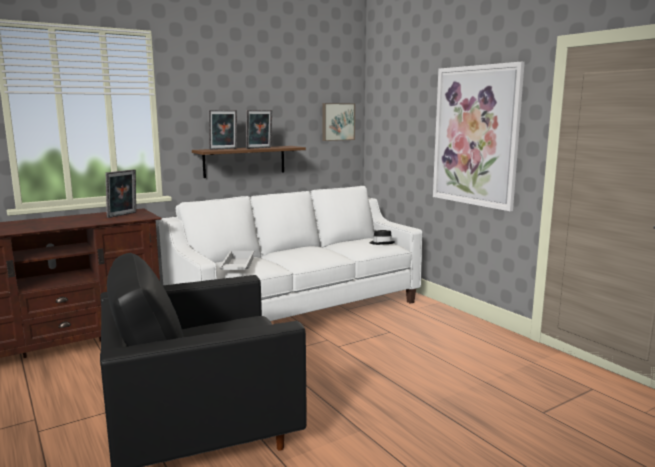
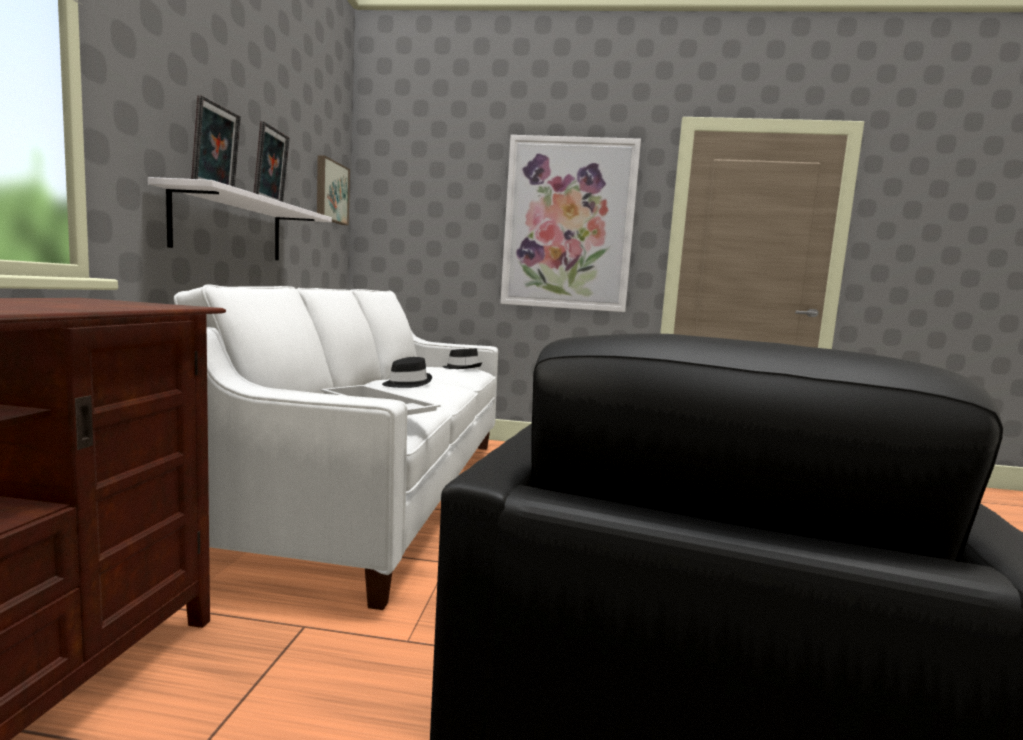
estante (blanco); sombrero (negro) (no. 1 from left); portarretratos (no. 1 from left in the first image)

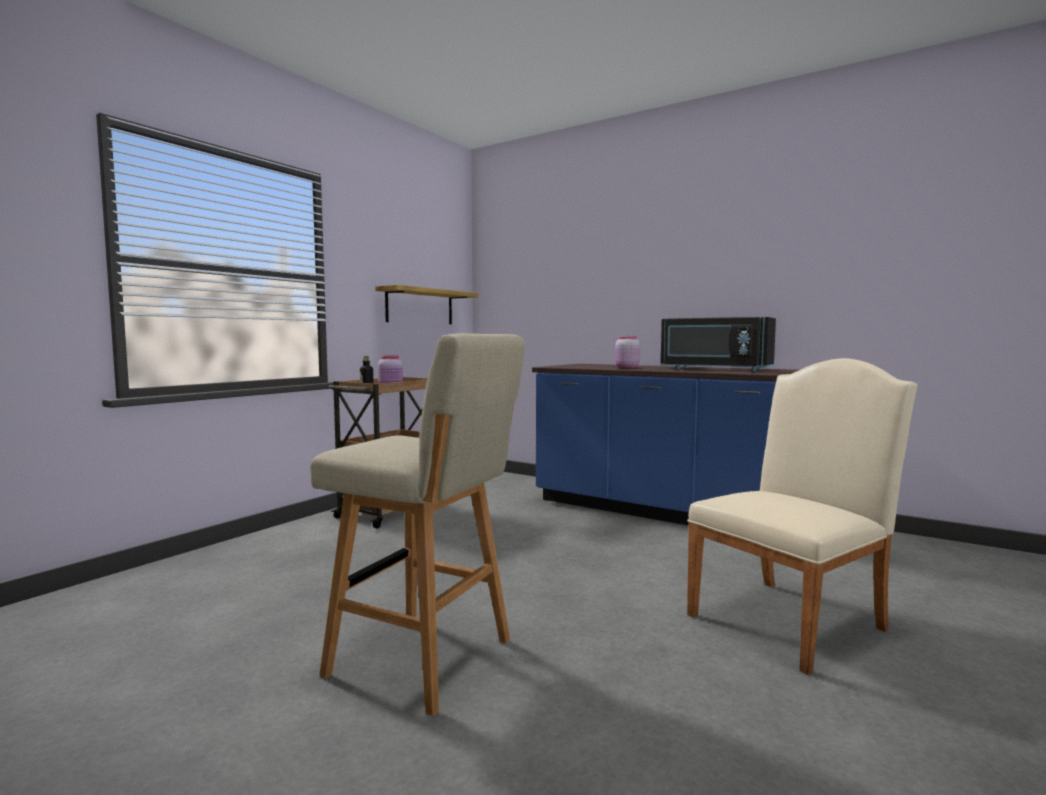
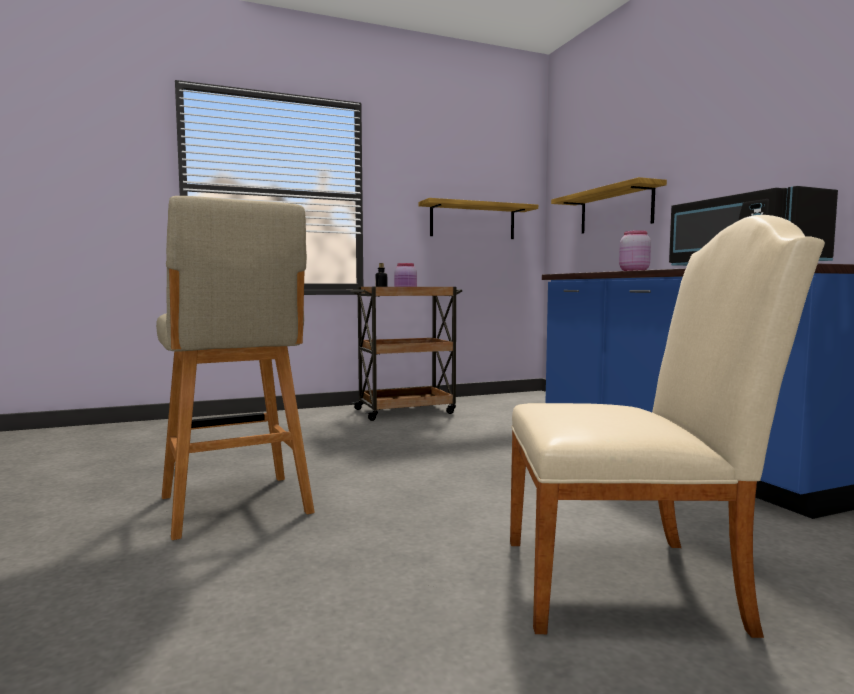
estante (no. 2 from left)

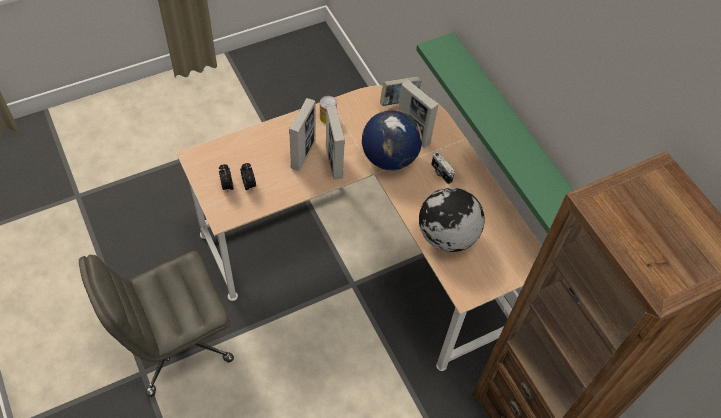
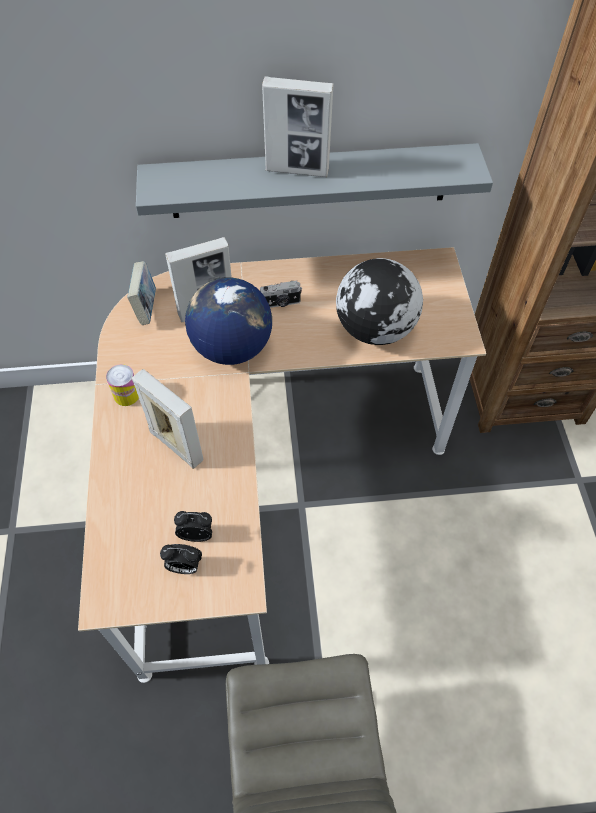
estante (gris); portarretratos (no. 3 from left)

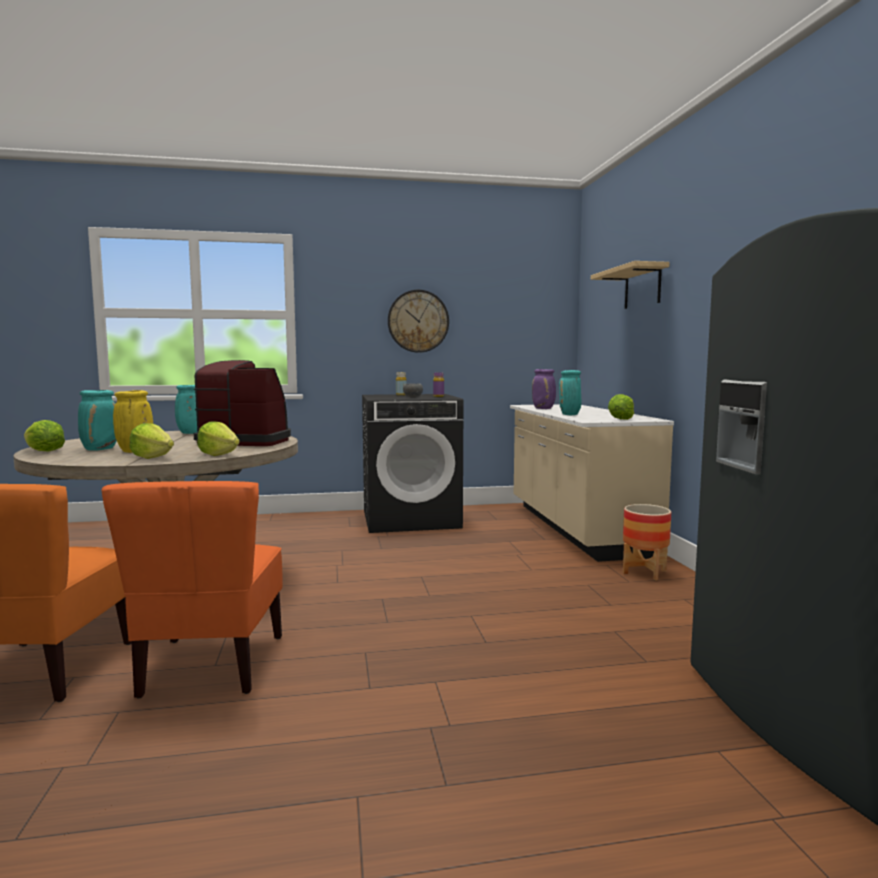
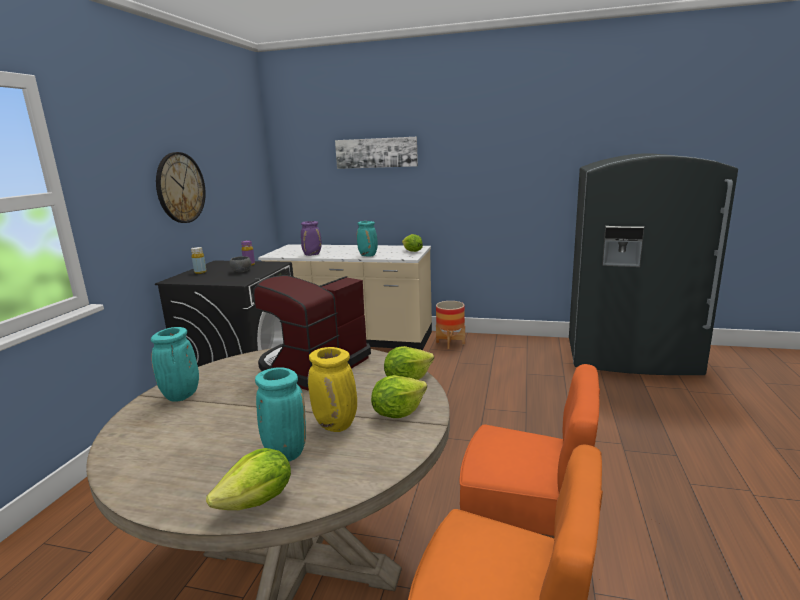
cuadro

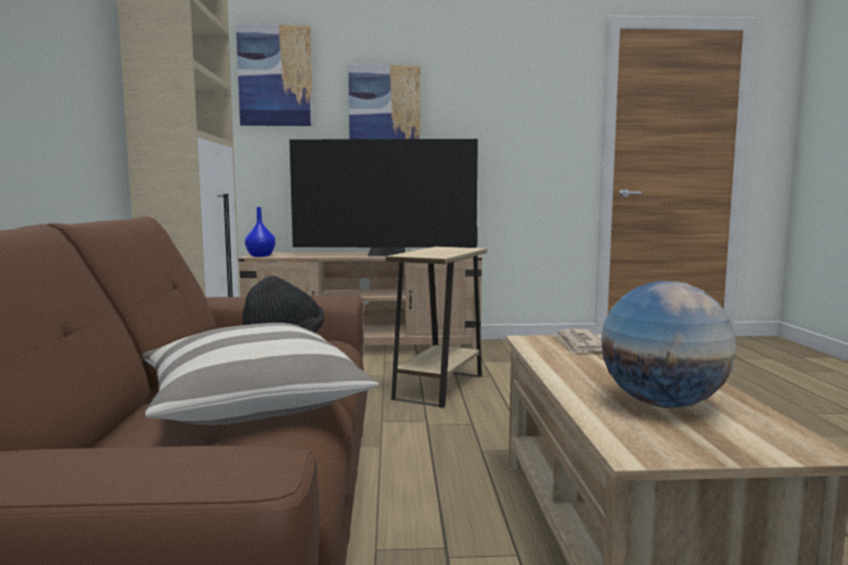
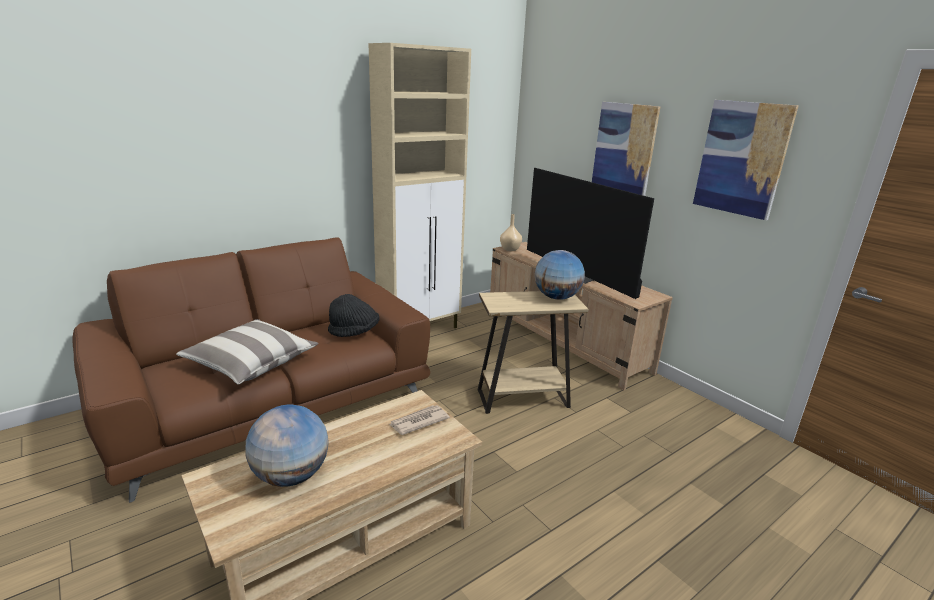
florero (beis); globo terráqueo (no. 2 from left); cuadro (no. 2 from left)

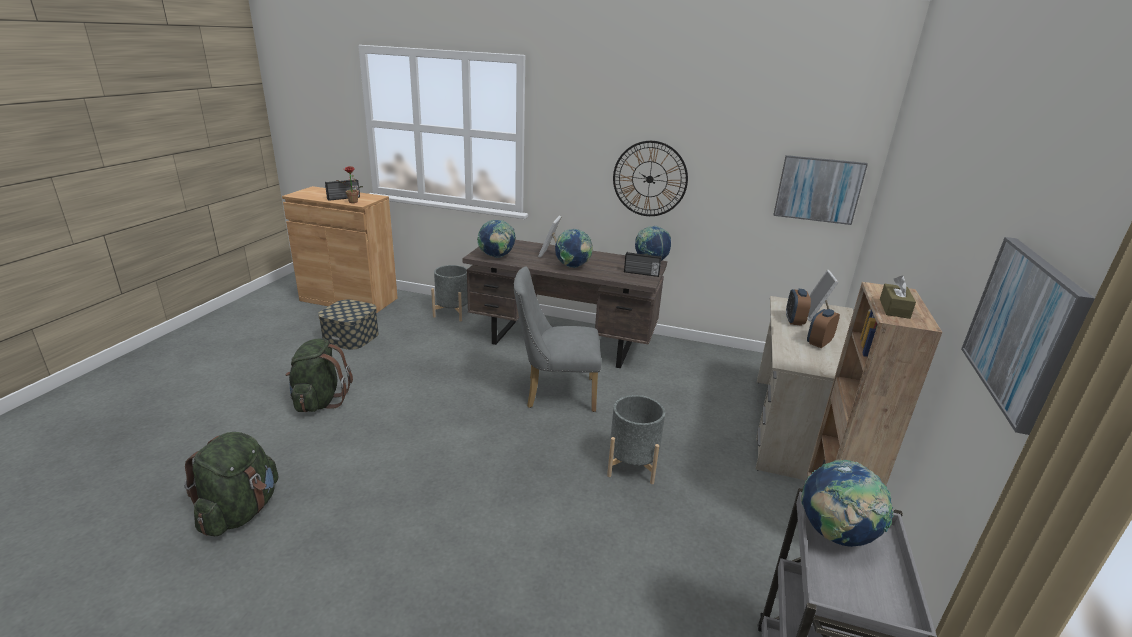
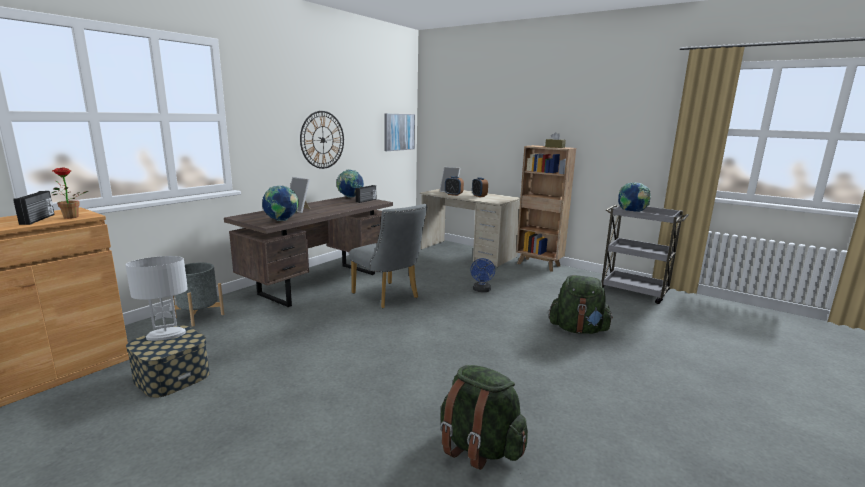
lámpara de mesa (blanco); silla (gris); ventilador (azul); mochila (verde) (no. 2 from left); globo terráqueo (no. 2 from left in the first image); cuadro (no. 2 from left in the first image)

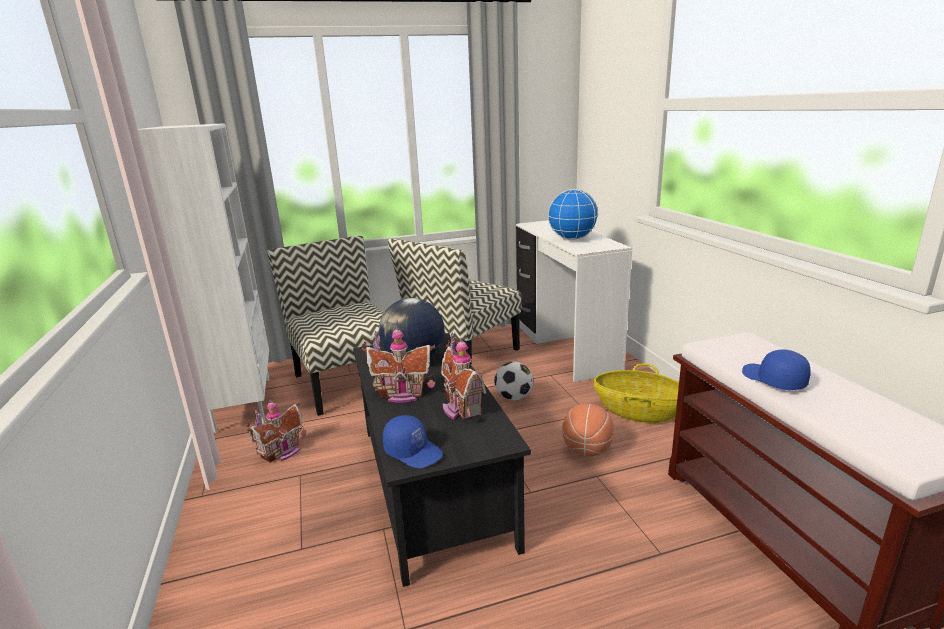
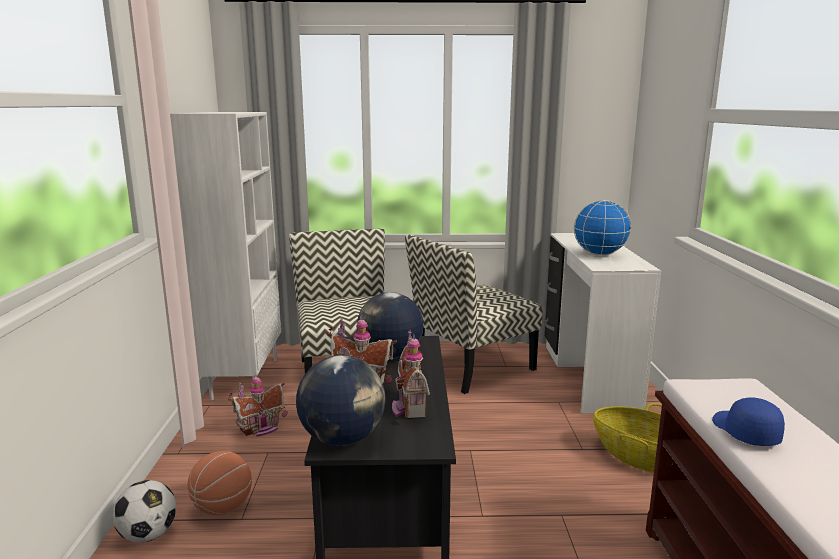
balón de fútbol; balón de baloncesto; globo terráqueo (no. 1 from left)

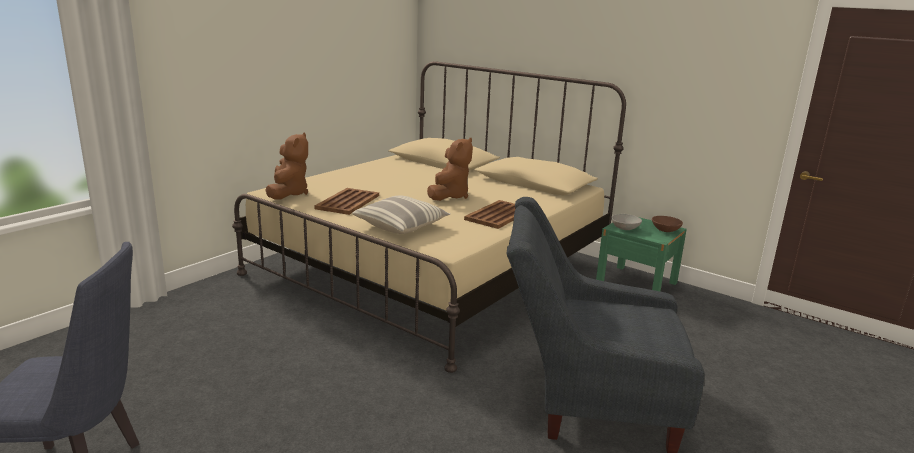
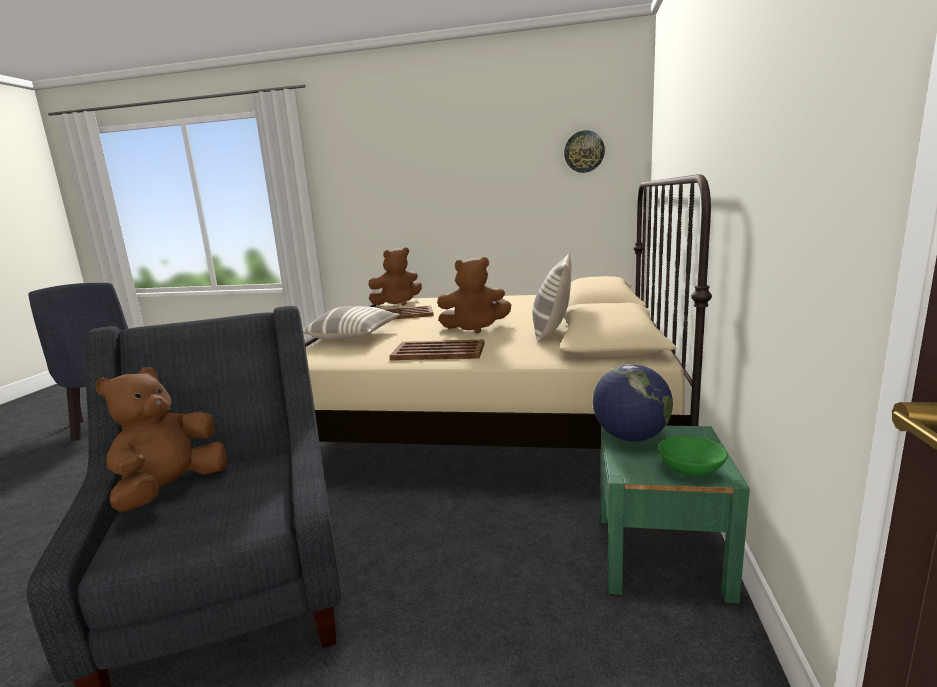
peluche (marrón) (no. 1 from left); cojín (no. 2 from left); reloj de pared; globo terráqueo; cuenco (verde)

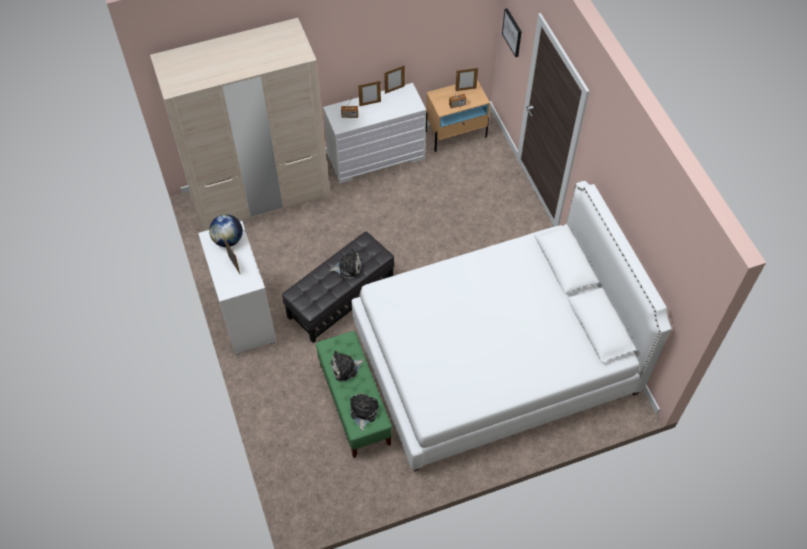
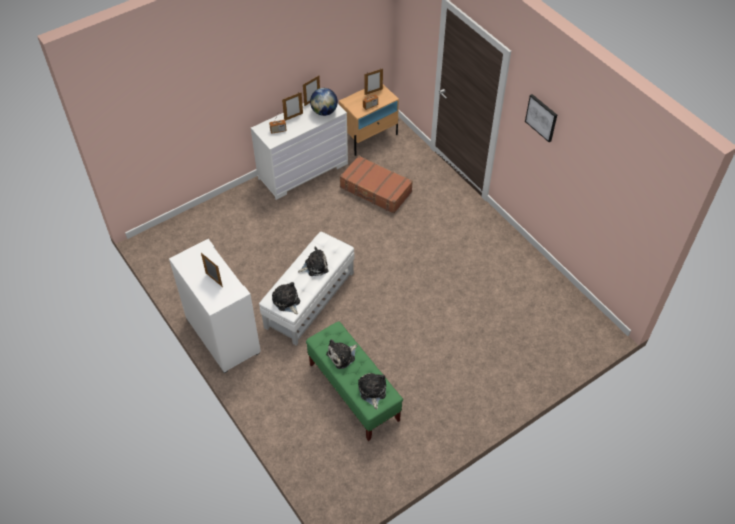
puf (blanco); peluche (no. 1 from left); globo terráqueo; maleta (marrón); cuadro; armario ropero (beis); cama (blanco)

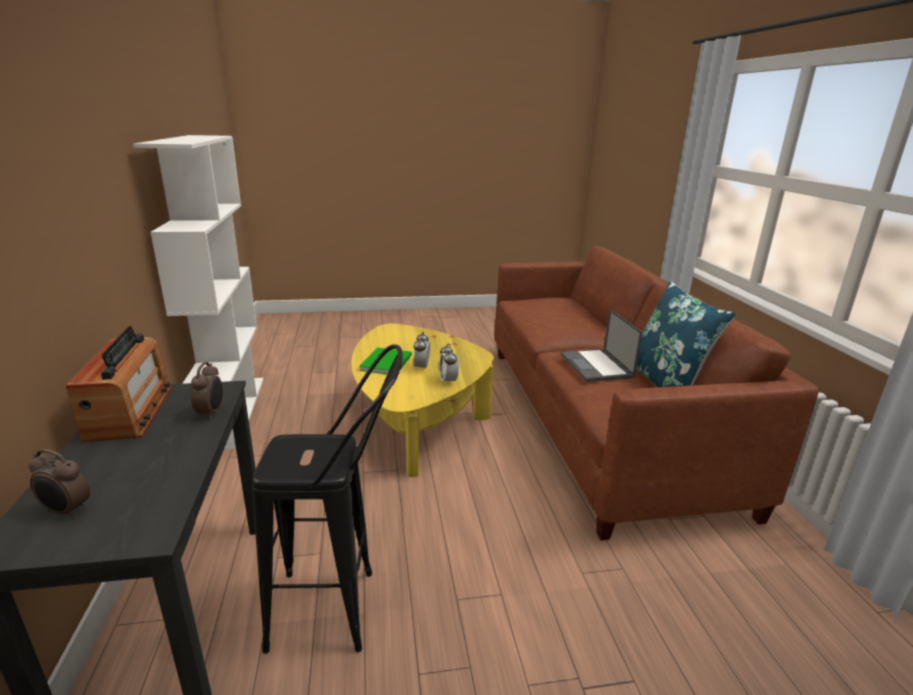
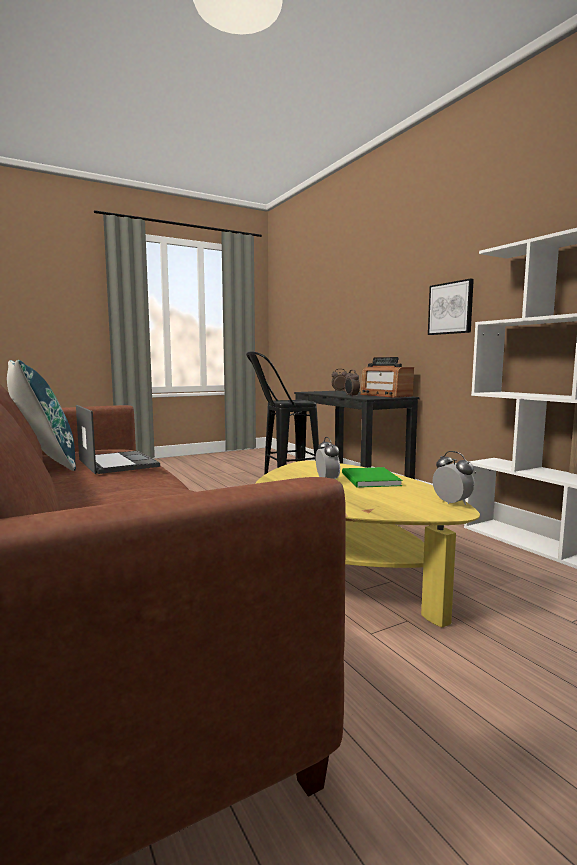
cuadro; despertador (no. 4 from left)

